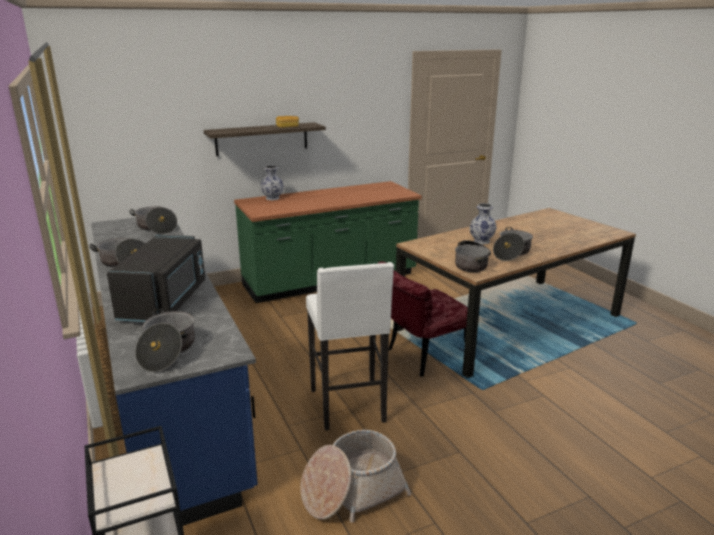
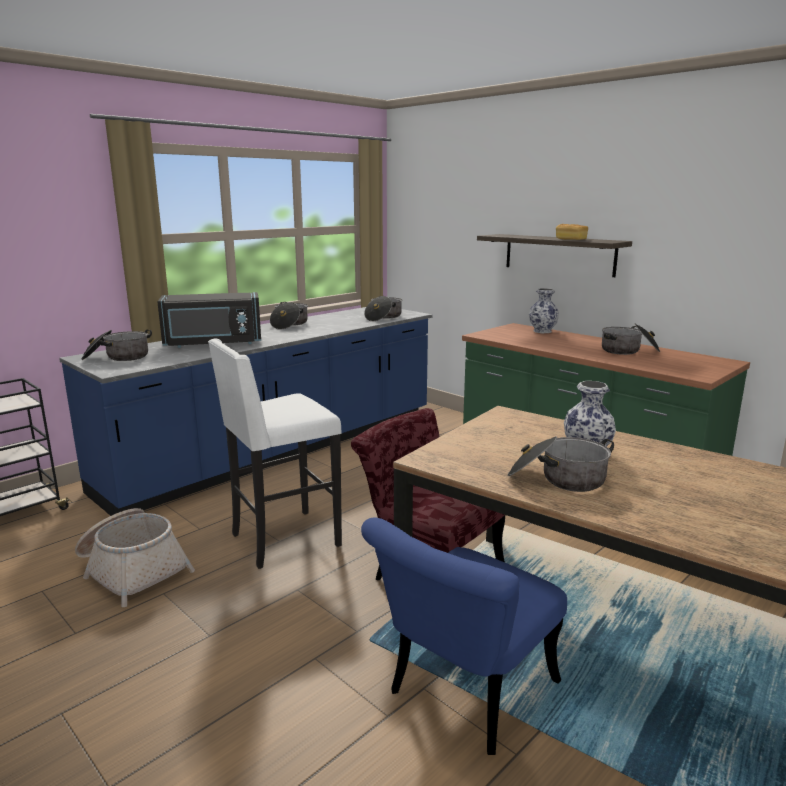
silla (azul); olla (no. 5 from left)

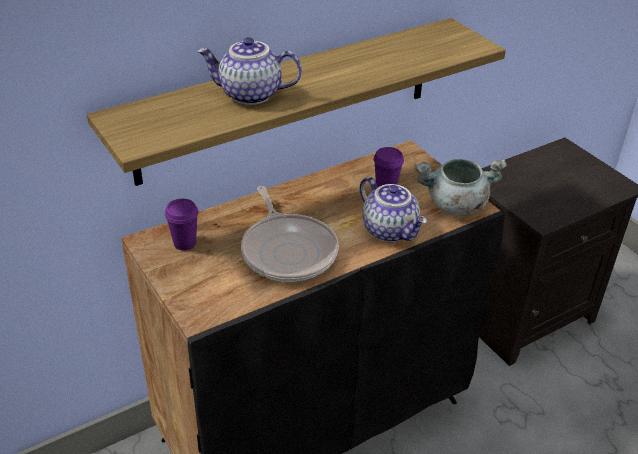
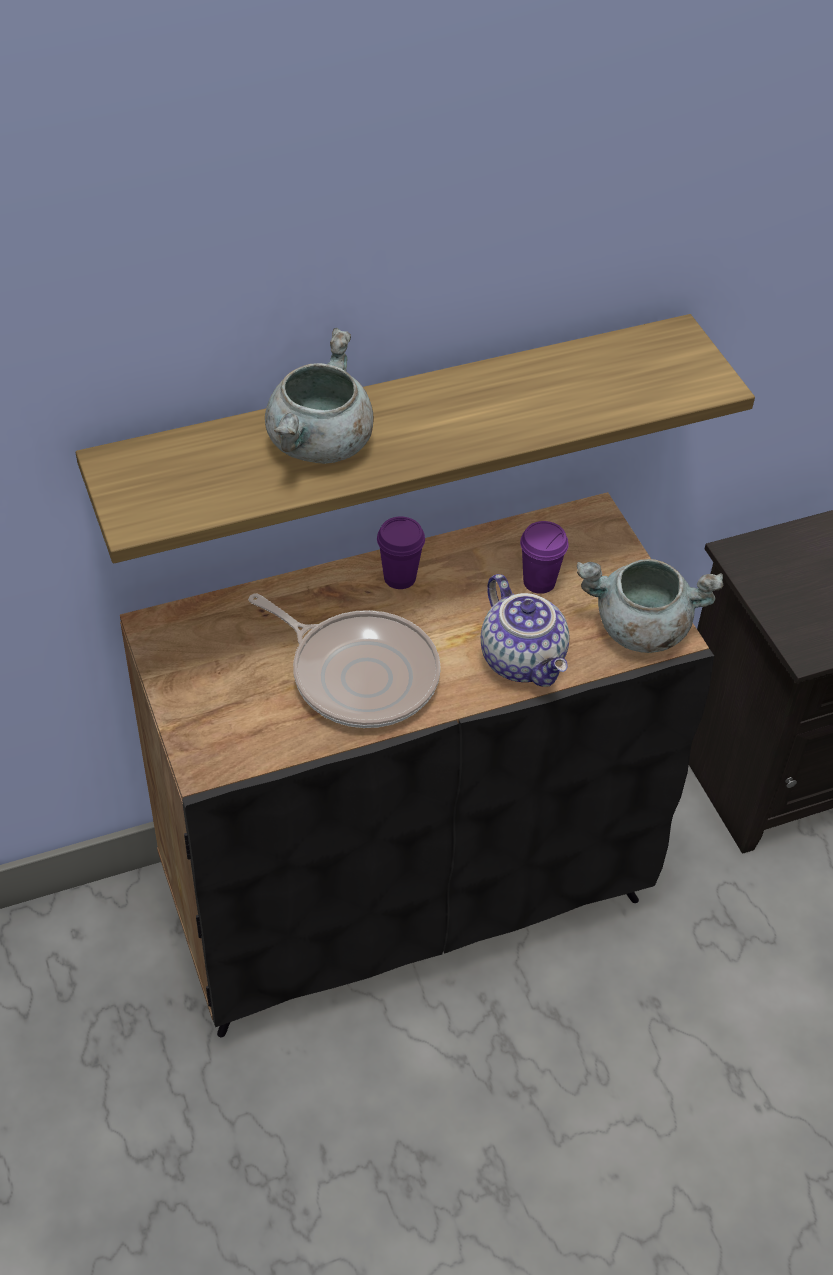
sartén; olla (gris) (no. 1 from left); taza (morado) (no. 1 from left)

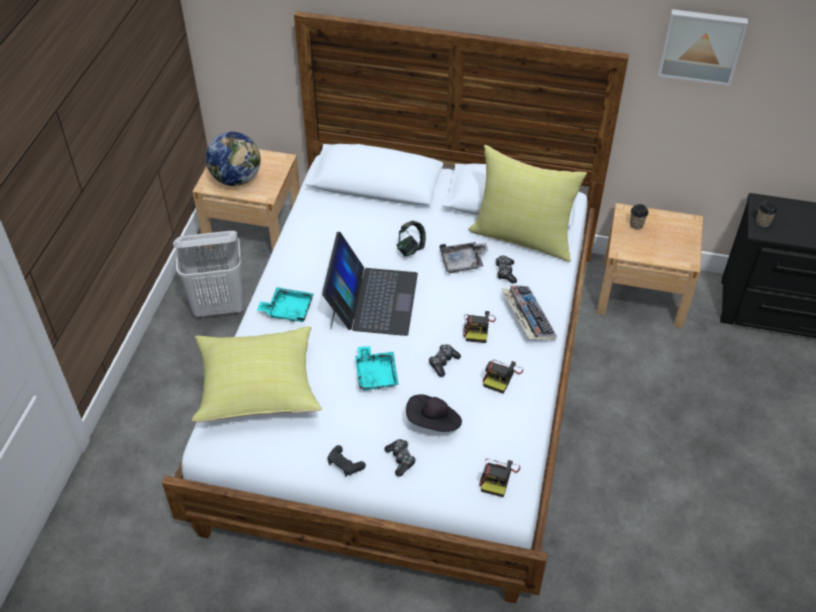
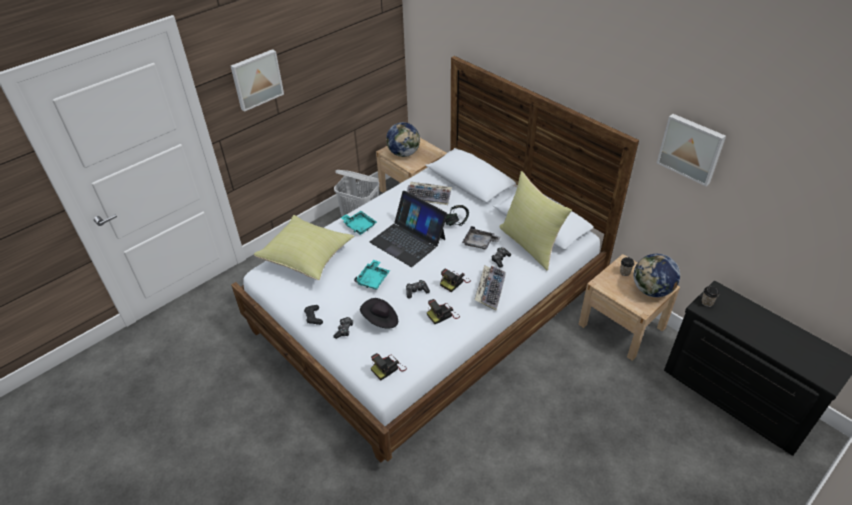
cuadro (no. 1 from left); portátil; teclado (no. 1 from left); globo terráqueo (no. 2 from left)

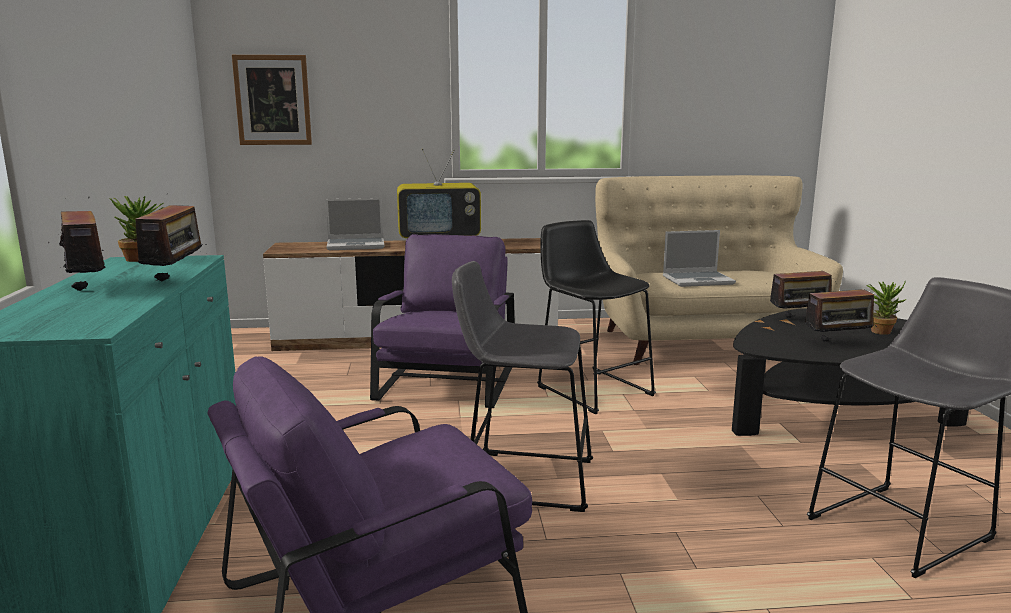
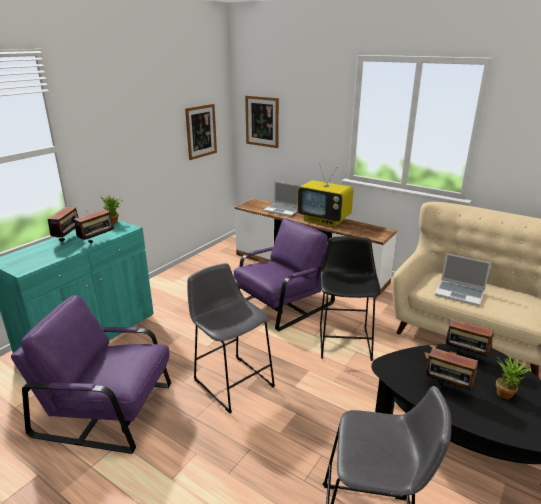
cuadro (no. 1 from left)

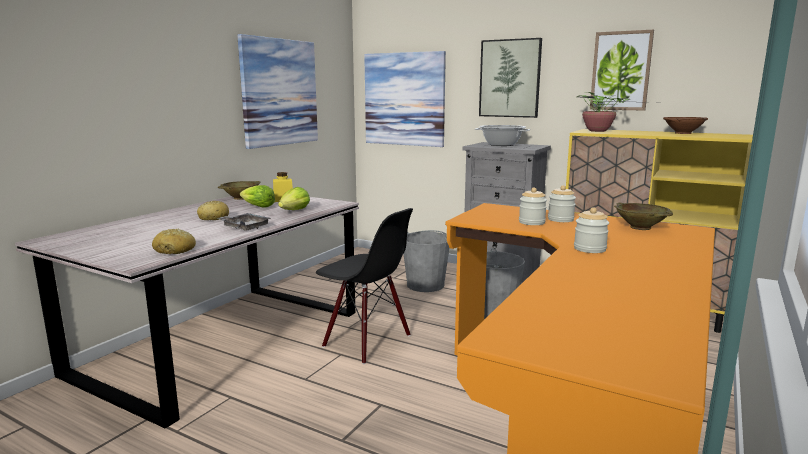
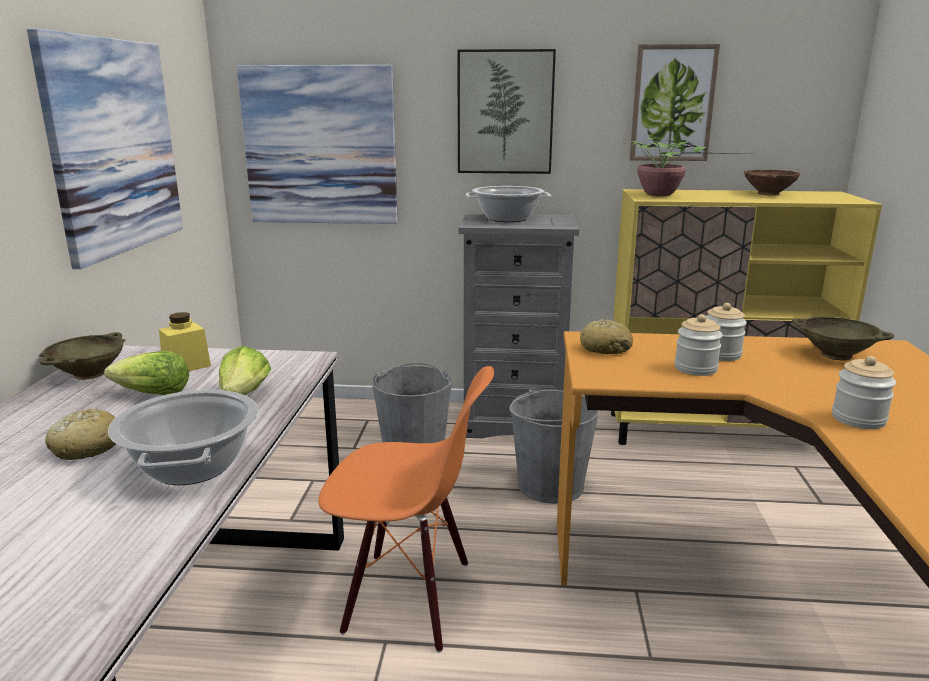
olla (no. 1 from left); silla (naranja); pan (no. 2 from left)

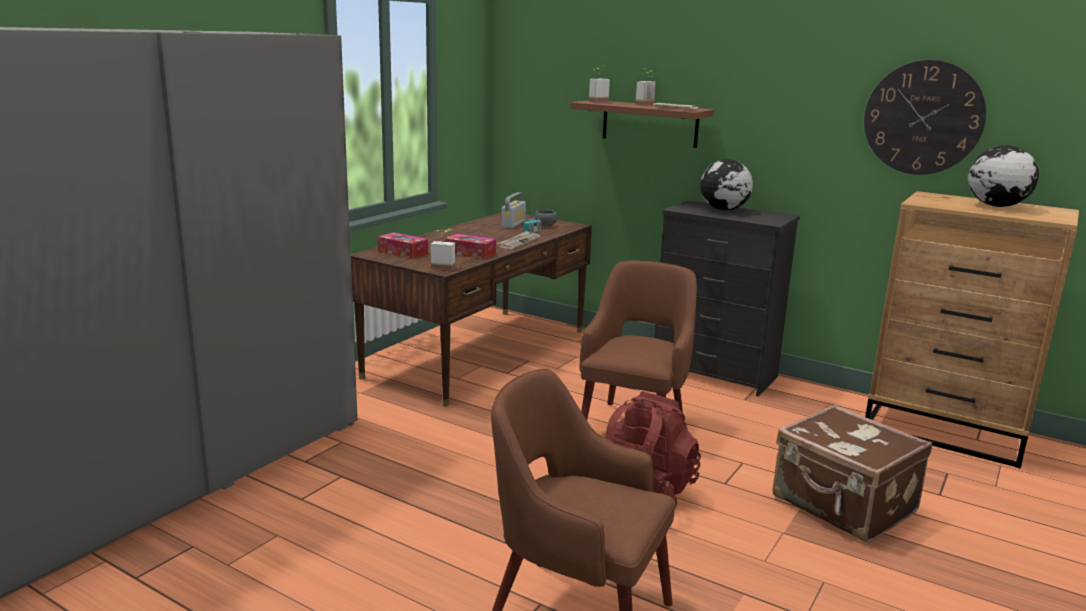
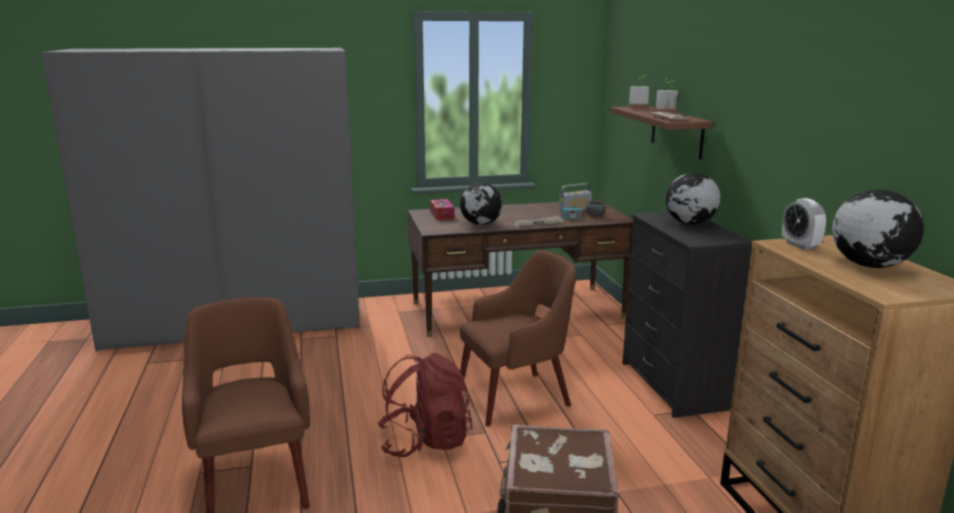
globo terráqueo (no. 1 from left); despertador; planta en maceta (no. 1 from left in the first image); reloj de pared

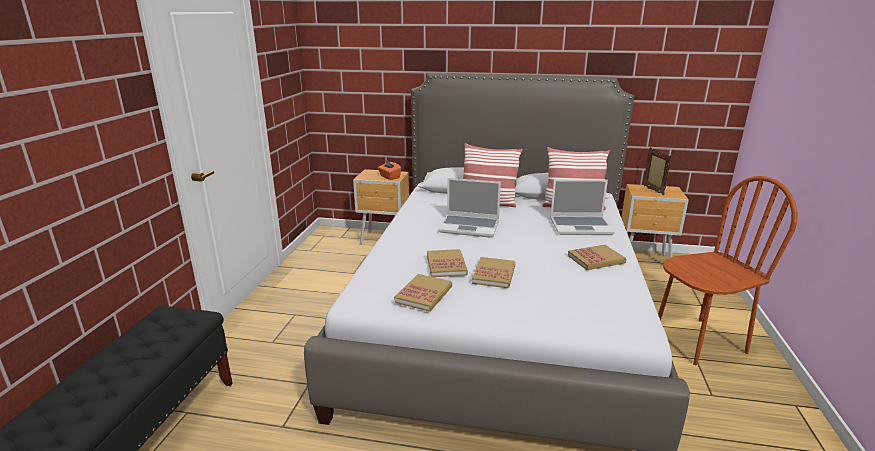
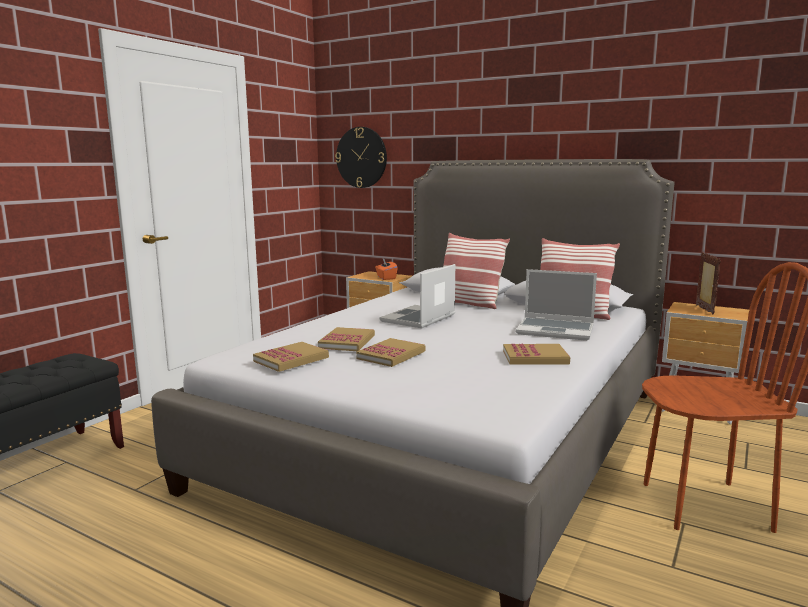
reloj de pared; portátil (no. 1 from left)

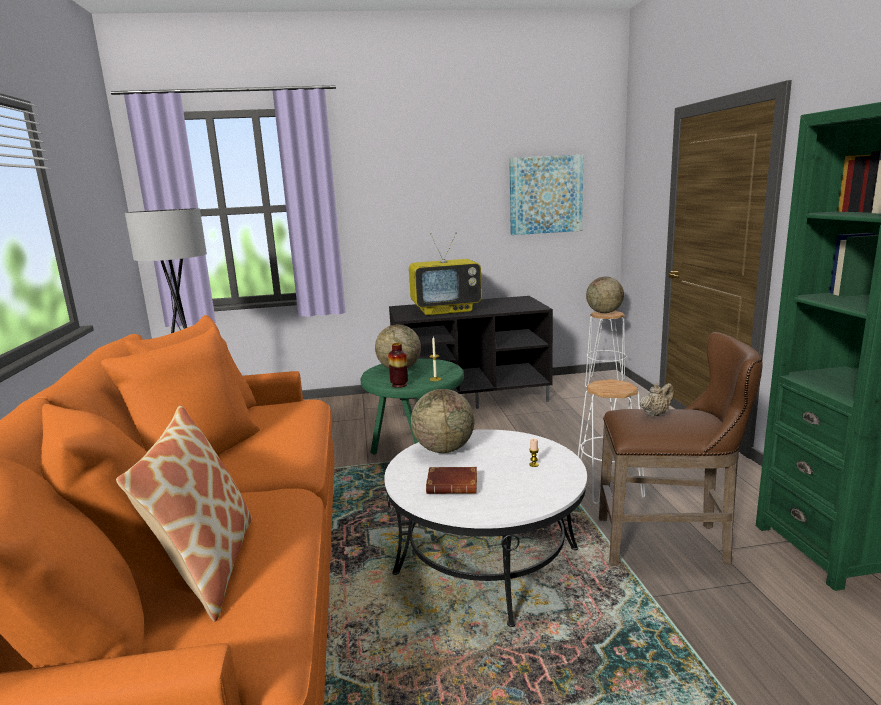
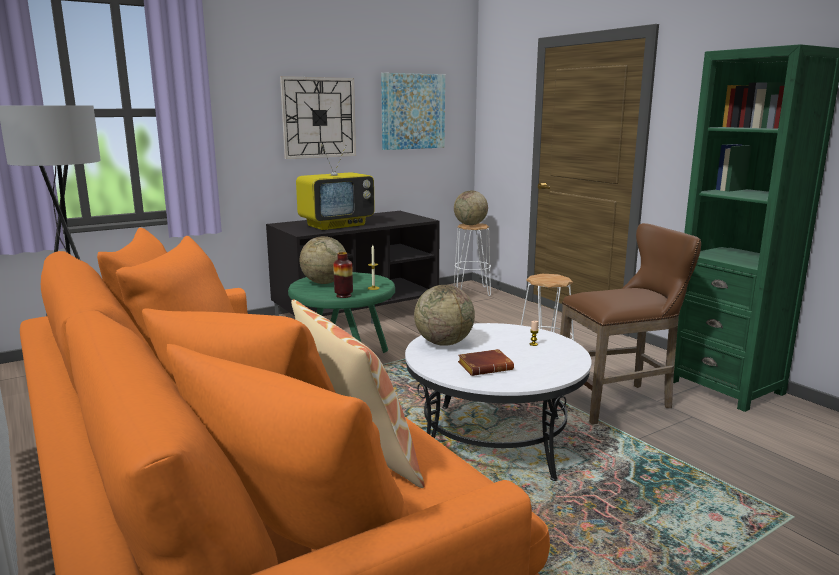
reloj de pared; tetera (beis)

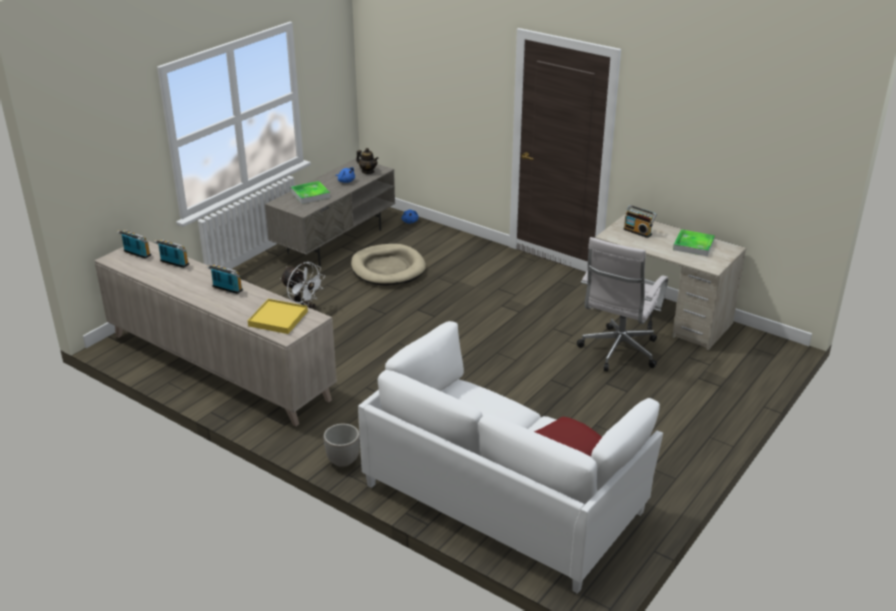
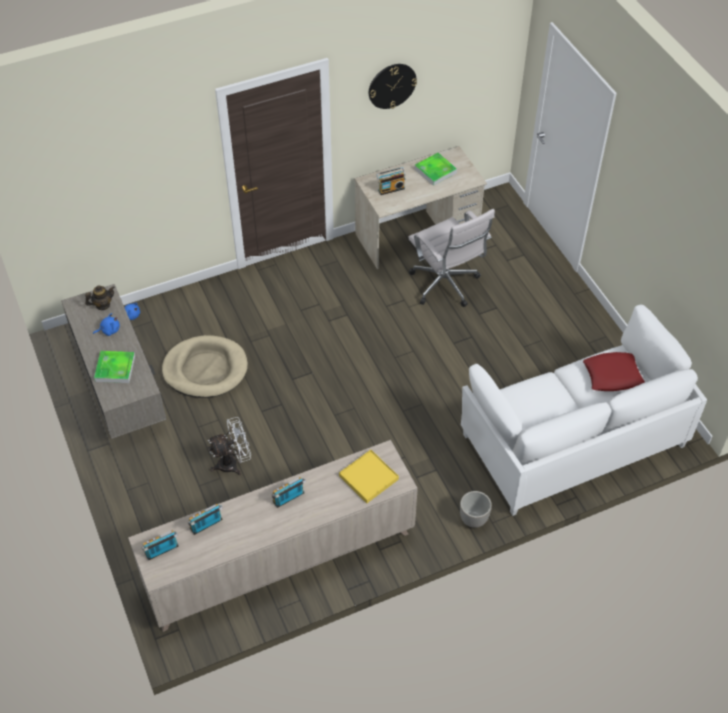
reloj de pared

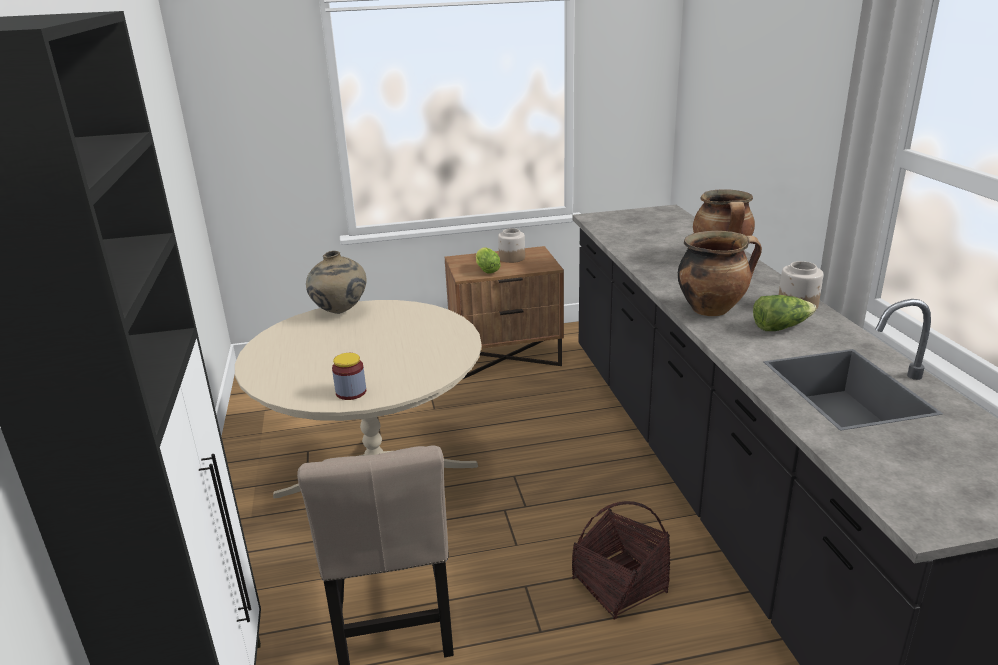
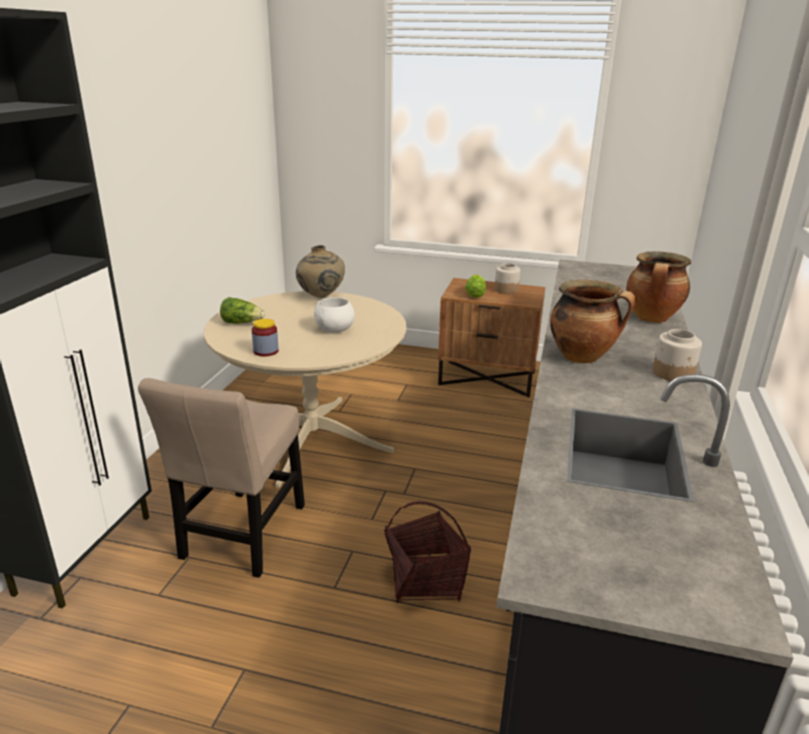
lechuga (no. 1 from left); cuenco (blanco)

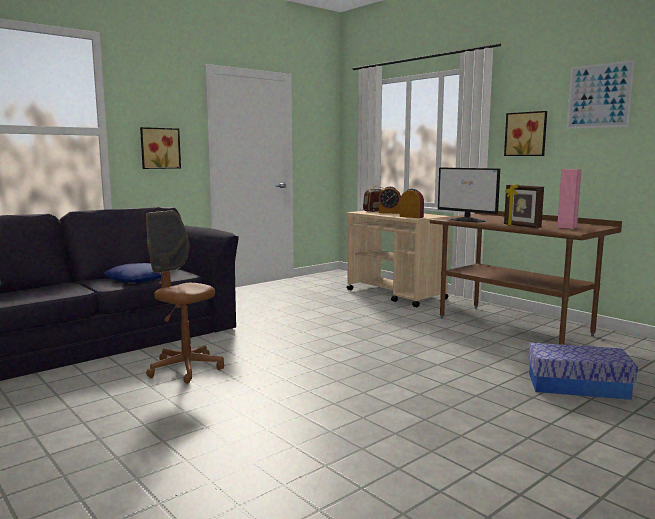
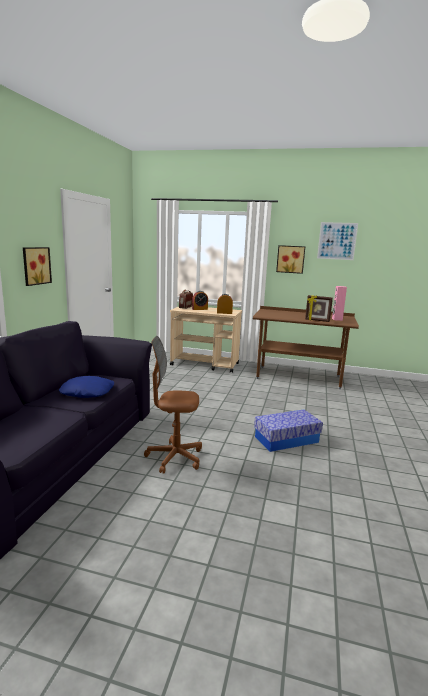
caja de almacenaje; monitor

